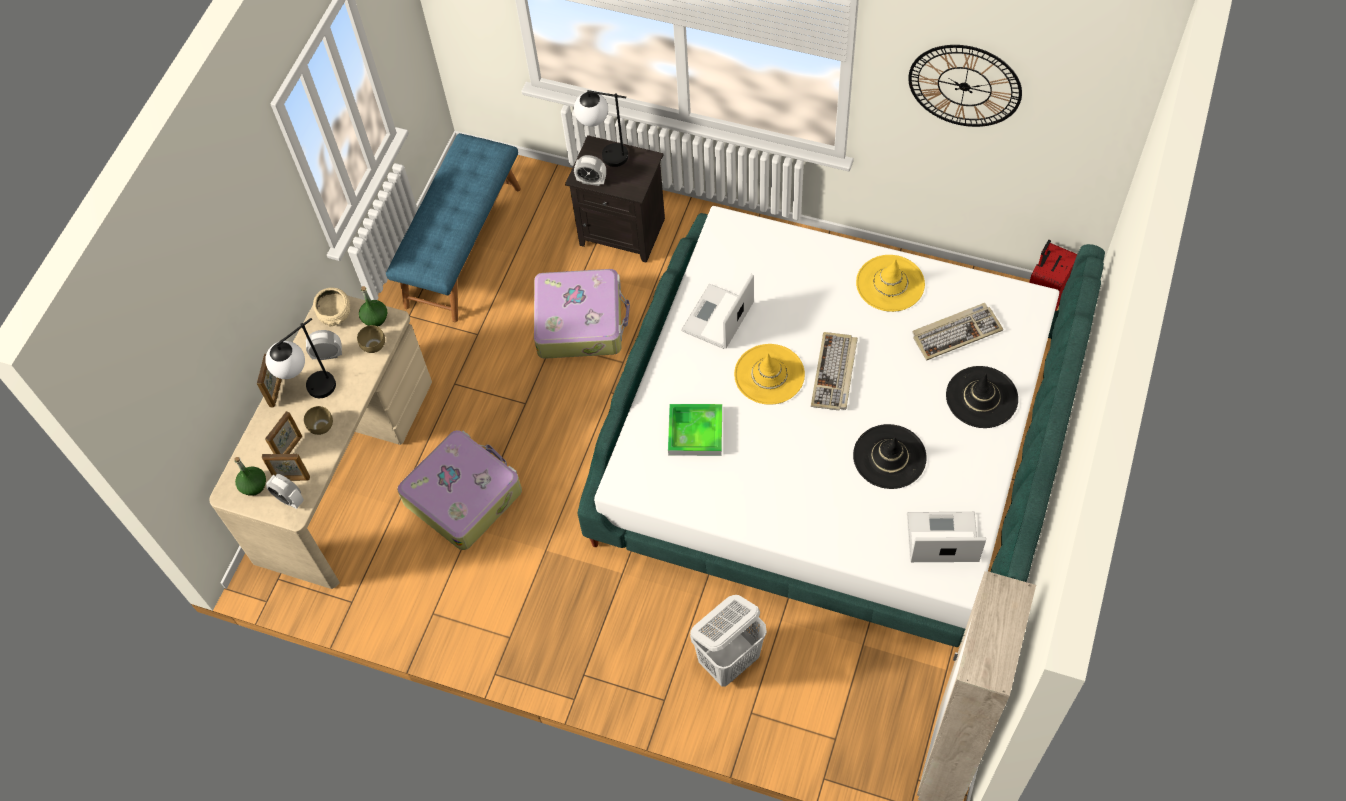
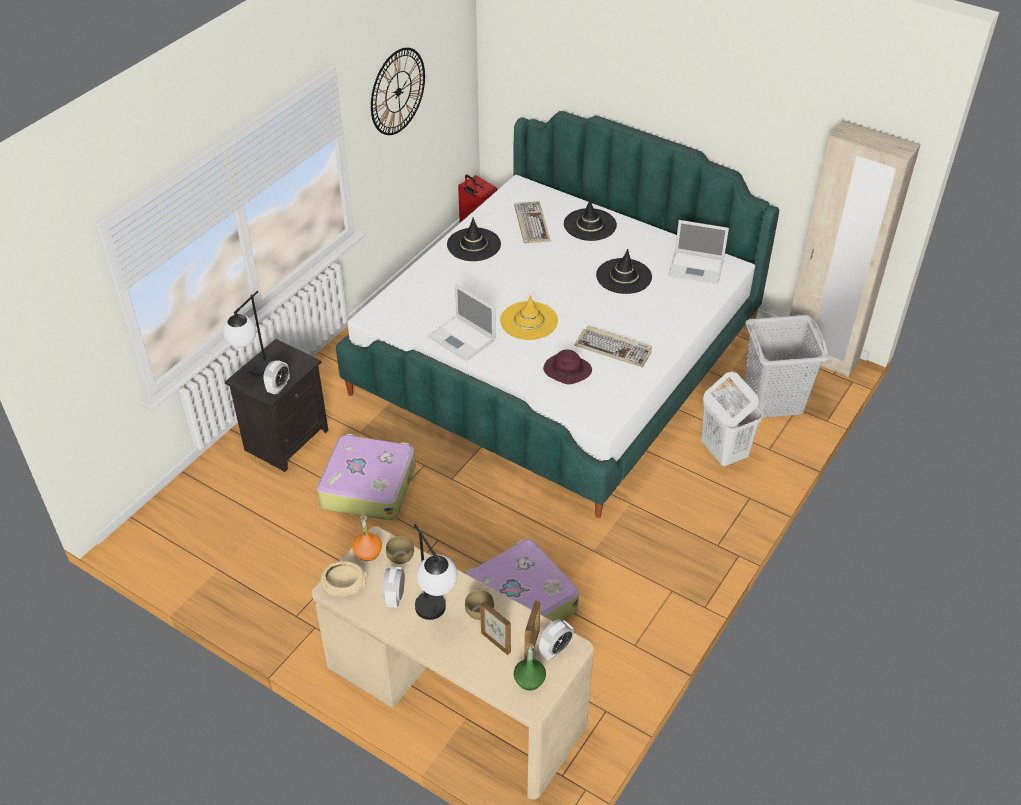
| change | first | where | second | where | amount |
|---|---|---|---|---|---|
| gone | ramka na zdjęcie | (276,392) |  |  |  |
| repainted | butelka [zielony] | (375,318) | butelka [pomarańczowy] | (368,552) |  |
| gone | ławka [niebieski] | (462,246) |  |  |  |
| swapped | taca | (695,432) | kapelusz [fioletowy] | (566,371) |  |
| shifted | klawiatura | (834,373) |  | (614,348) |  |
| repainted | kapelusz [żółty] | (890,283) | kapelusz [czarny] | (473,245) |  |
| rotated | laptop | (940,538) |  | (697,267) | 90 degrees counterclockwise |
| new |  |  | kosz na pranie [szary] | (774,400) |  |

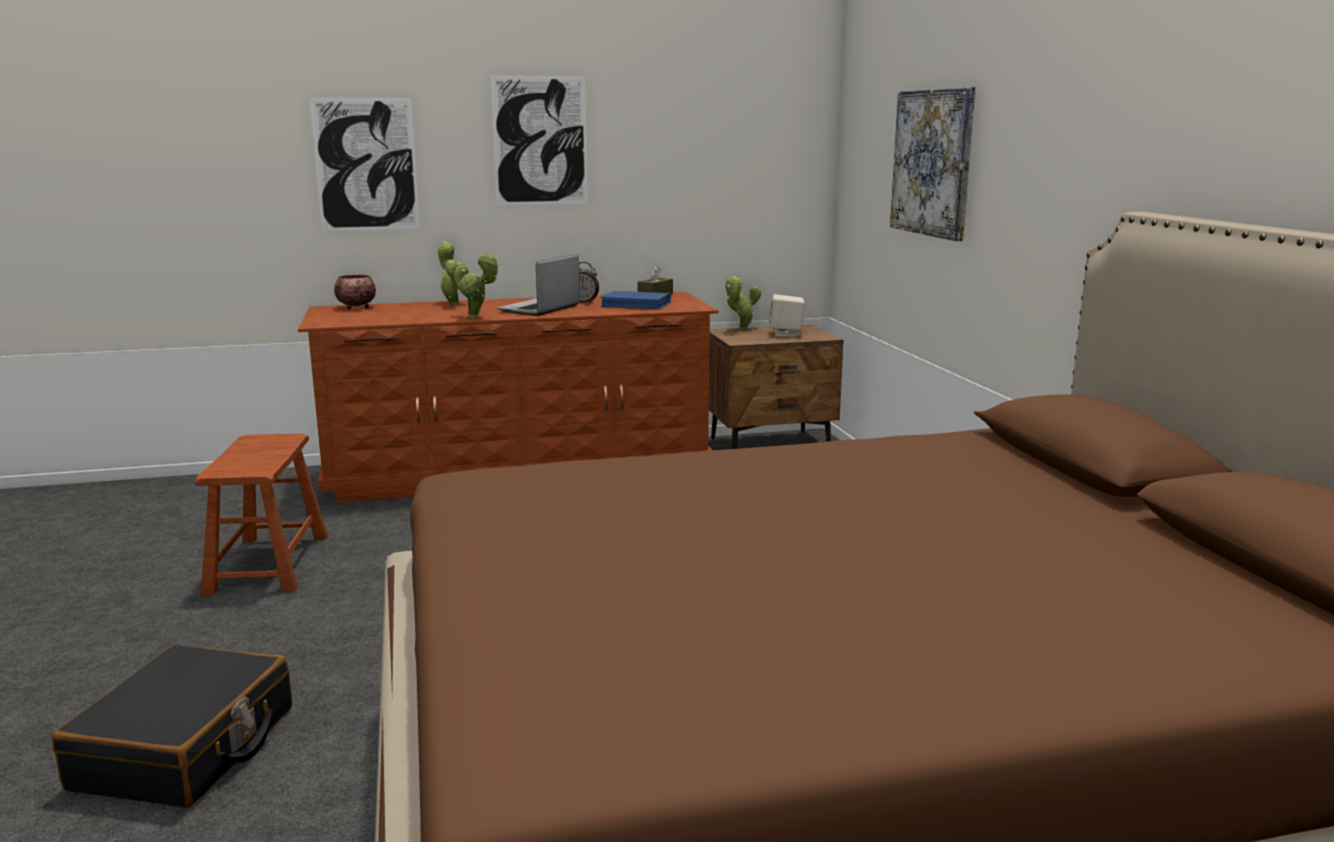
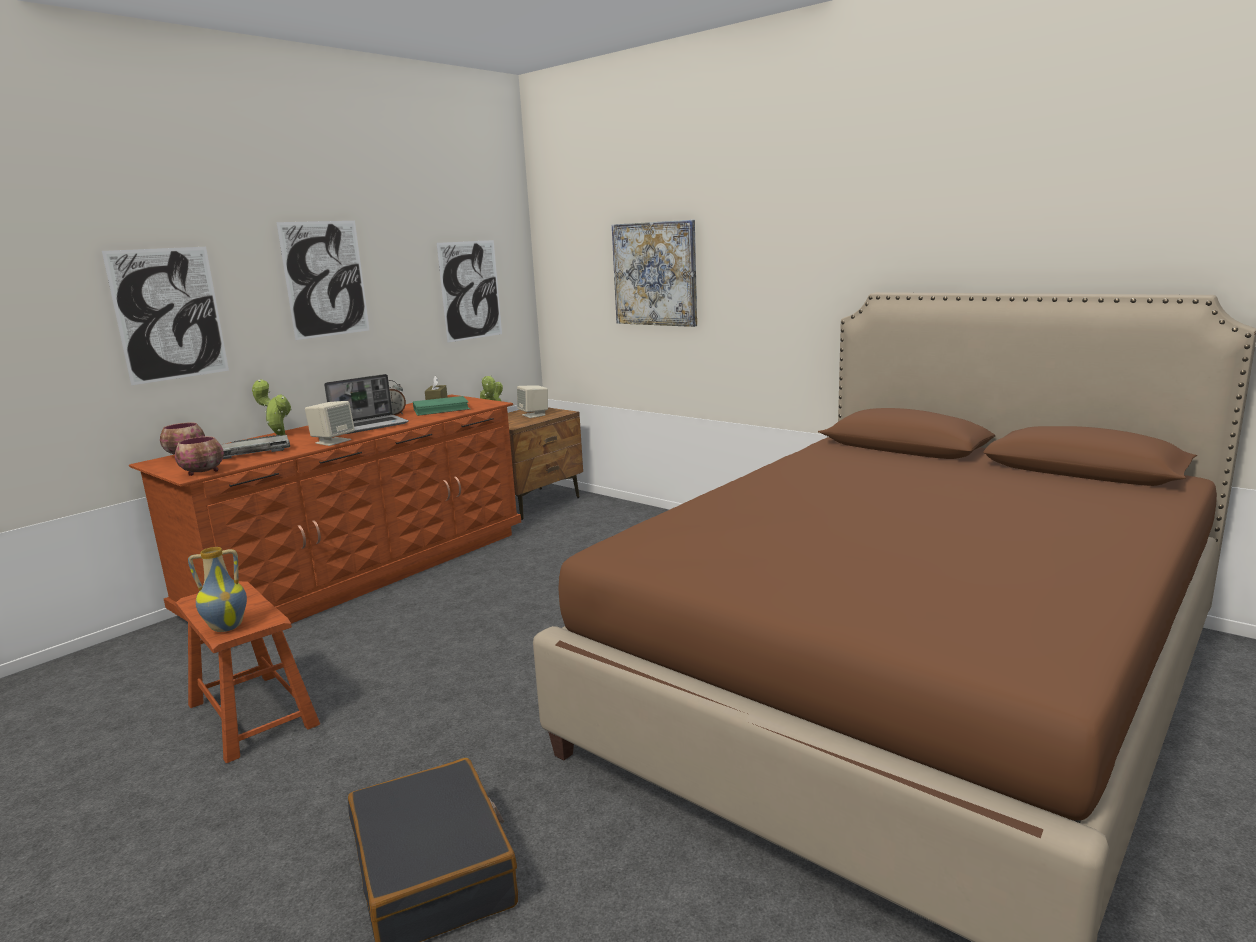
| change | first | where | second | where | amount |
|---|---|---|---|---|---|
| swapped | roślina doniczkowa | (476,317) | głośnik [beżowy] | (333,441) |  |
| rotated | laptop | (539,309) |  | (370,426) | 120 degrees counterclockwise |
| repainted | książka [niebieski] | (636,304) | książka [zielony] | (441,409) |  |
| new |  |  | miska | (204,472) |  |
| new |  |  | wazon | (227,627) |  |
| new |  |  | klawiatura | (250,453) |  |
| new |  |  | obraz | (470,290) |  |

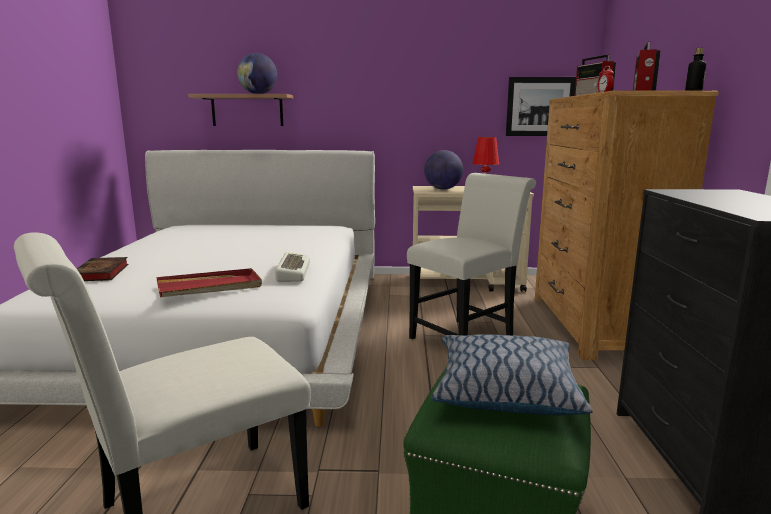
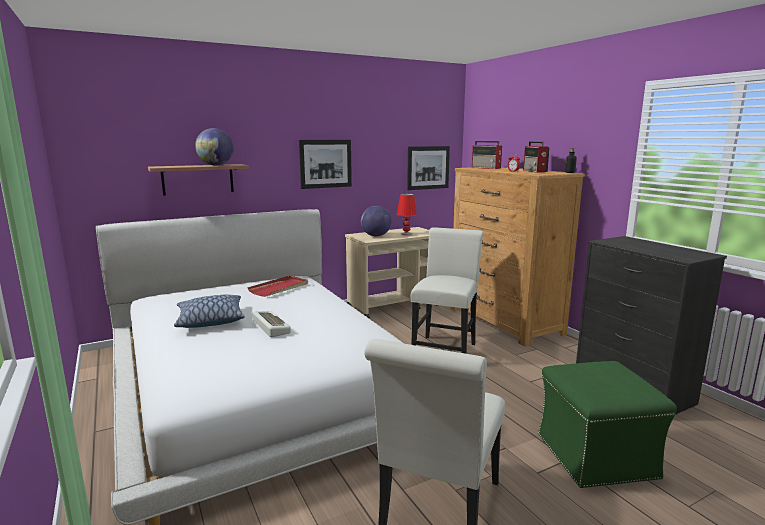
| change | first | where | second | where | amount |
|---|---|---|---|---|---|
| gone | książka | (101,273) |  |  |  |
| shifted | taca [czerwony] | (210,287) |  | (279,288) |  |
| shifted | klawiatura | (292,272) |  | (269,327) |  |
| shifted | poduszka | (504,390) |  | (210,320) |  |
| new |  |  | obraz | (325,163) |  |

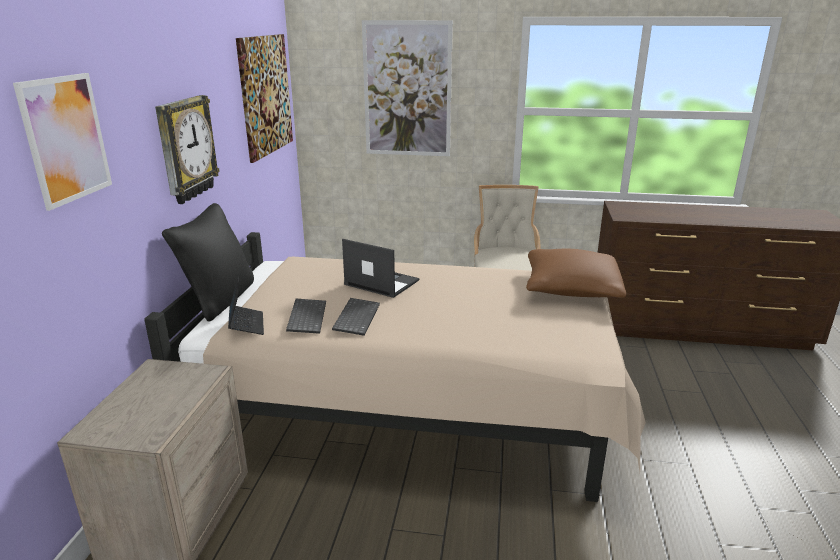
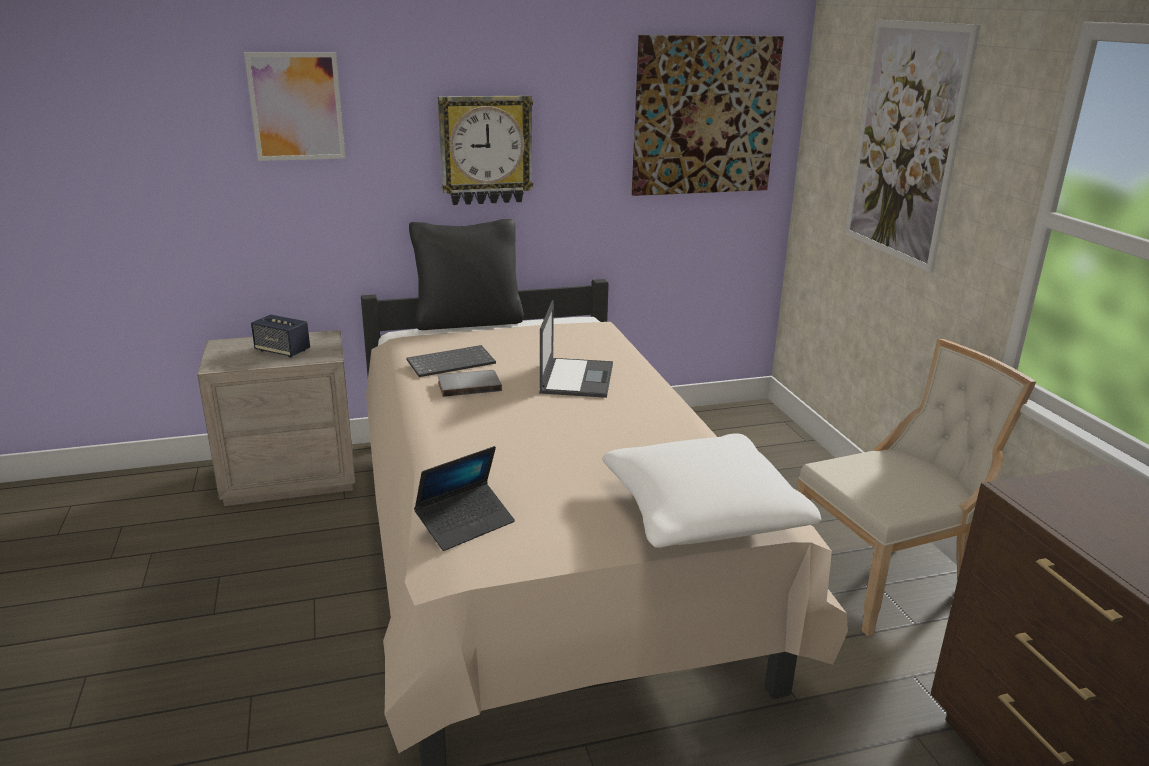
| change | first | where | second | where | amount |
|---|---|---|---|---|---|
| shifted | laptop | (246,325) |  | (465,524) |  |
| swapped | klawiatura | (356,317) | książka [szary] | (469,385) |  |
| repainted | poduszka [brązowy] | (571,288) | poduszka [biały] | (702,514) |  |
| new |  |  | głośnik | (282,351) |  |

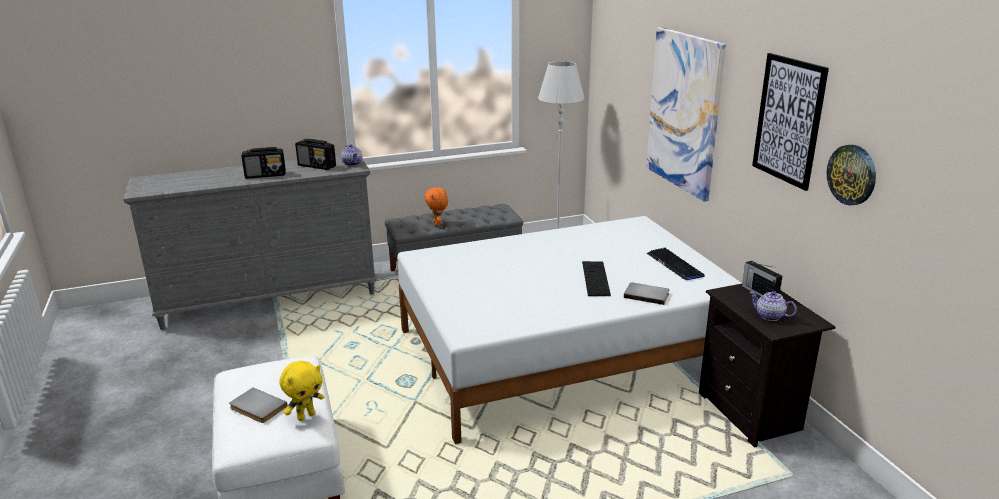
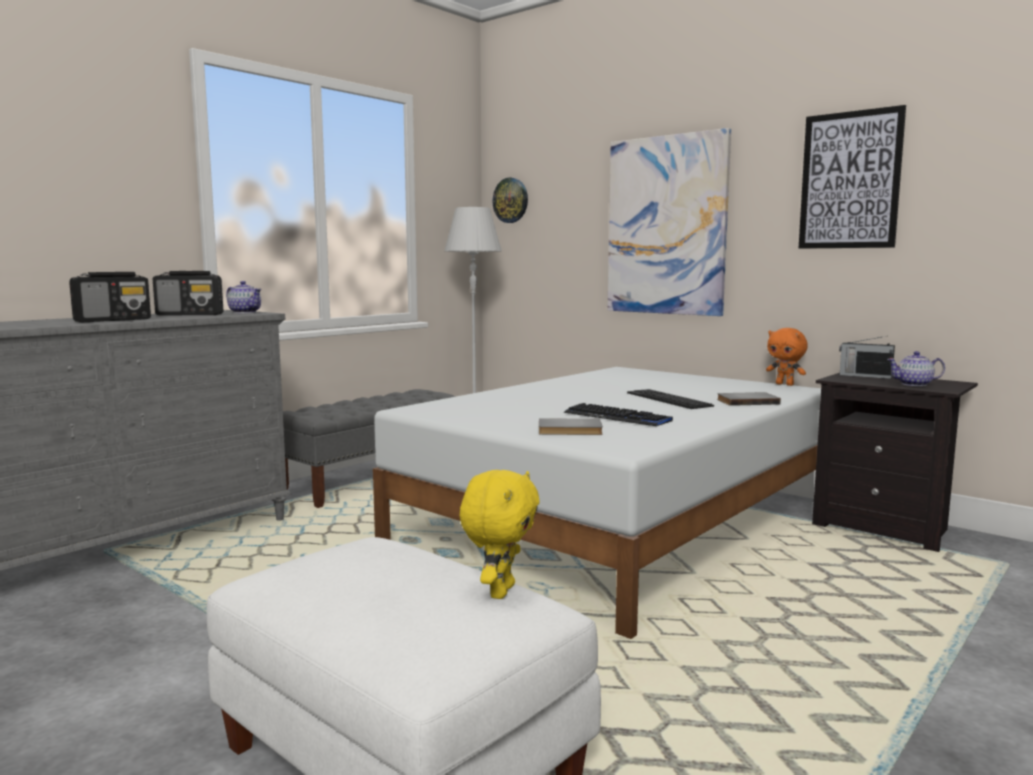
| change | first | where | second | where | amount |
|---|---|---|---|---|---|
| shifted | książka [szary] | (256,408) |  | (570,430) |  |
| shifted | pluszak [pomarańczowy] | (437,224) |  | (785,384) |  |
| shifted | klawiatura | (675,265) |  | (617,417) |  |
| shifted | zegar ścienny | (852,174) |  | (511,200) |  |

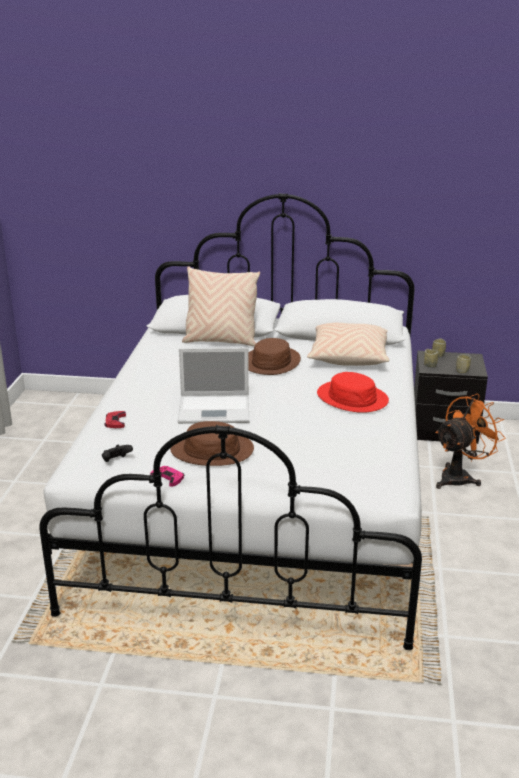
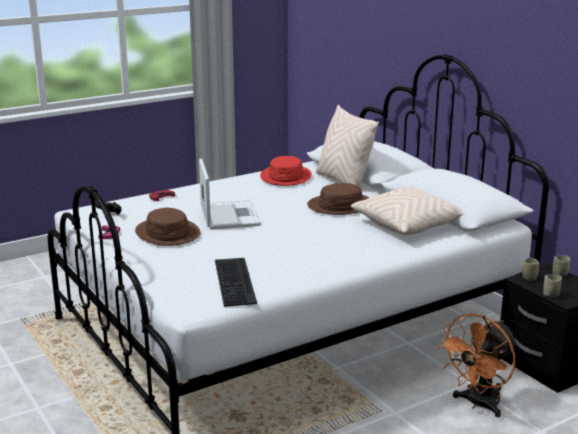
| change | first | where | second | where | amount |
|---|---|---|---|---|---|
| rotated | laptop | (216,409) |  | (229,215) | 150 degrees counterclockwise |
| shifted | kapelusz [czerwony] | (352,398) |  | (286,177) |  |
| rotated | wentylator [pomarańczowy] | (460,477) |  | (478,404) | 120 degrees clockwise |
| new |  |  | klawiatura | (237,281) |  |

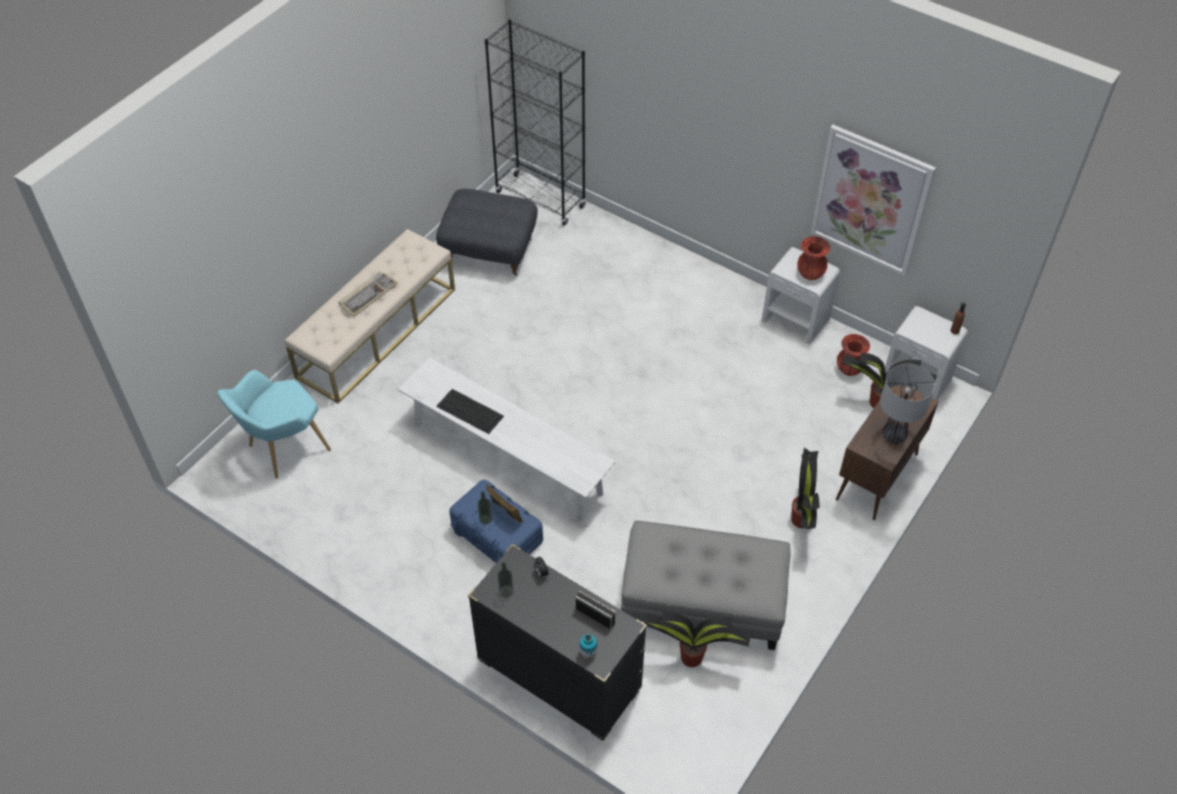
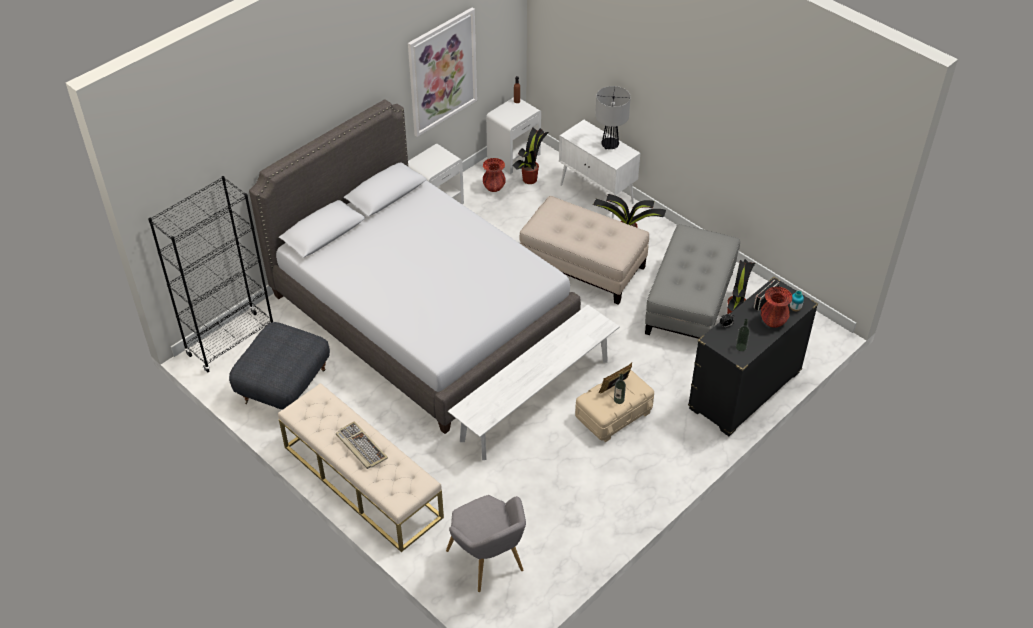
| change | first | where | second | where | amount |
|---|---|---|---|---|---|
| repainted | fotel [turkusowy] | (283,449) | fotel [szary] | (489,564) |  |
| gone | klawiatura | (470,411) |  |  |  |
| repainted | pojemnik do przechowywania [niebieski] | (497,536) | pojemnik do przechowywania [beżowy] | (613,414) |  |
| shifted | wazon [czerwony] | (810,273) |  | (773,321) |  |
| repainted | szafka [brązowy] | (876,477) | szafka [biały] | (597,194) |  |
| new |  |  | łóżko [szary] | (422,314) |  |
| new |  |  | pufa [beżowy] | (583,265) |  |

